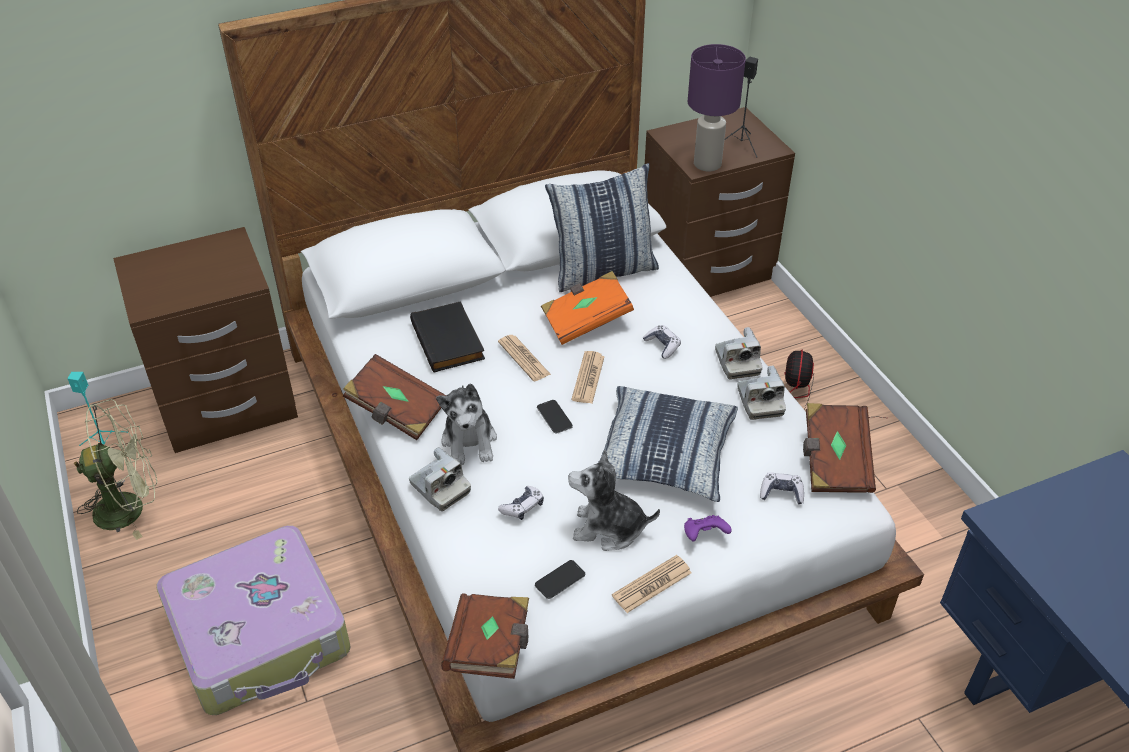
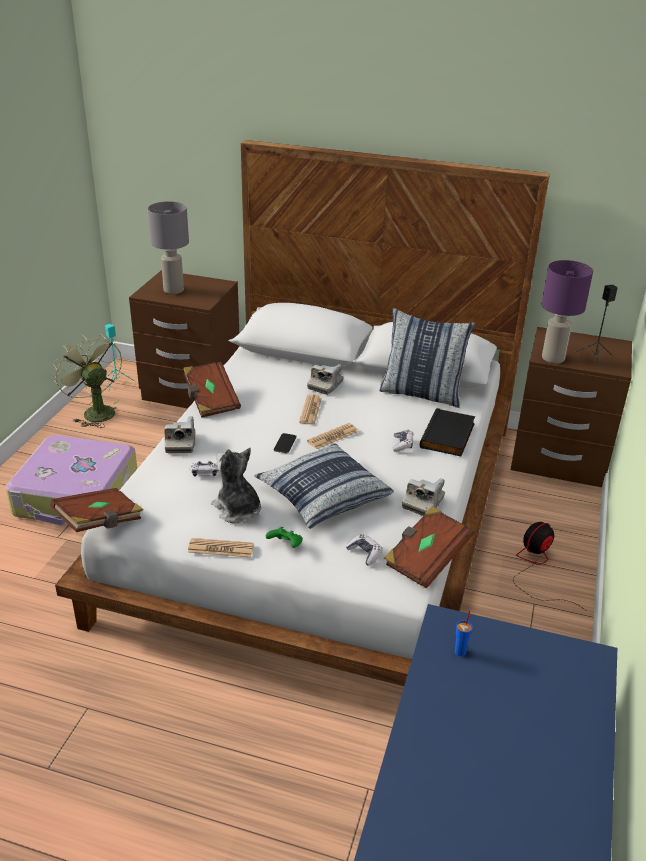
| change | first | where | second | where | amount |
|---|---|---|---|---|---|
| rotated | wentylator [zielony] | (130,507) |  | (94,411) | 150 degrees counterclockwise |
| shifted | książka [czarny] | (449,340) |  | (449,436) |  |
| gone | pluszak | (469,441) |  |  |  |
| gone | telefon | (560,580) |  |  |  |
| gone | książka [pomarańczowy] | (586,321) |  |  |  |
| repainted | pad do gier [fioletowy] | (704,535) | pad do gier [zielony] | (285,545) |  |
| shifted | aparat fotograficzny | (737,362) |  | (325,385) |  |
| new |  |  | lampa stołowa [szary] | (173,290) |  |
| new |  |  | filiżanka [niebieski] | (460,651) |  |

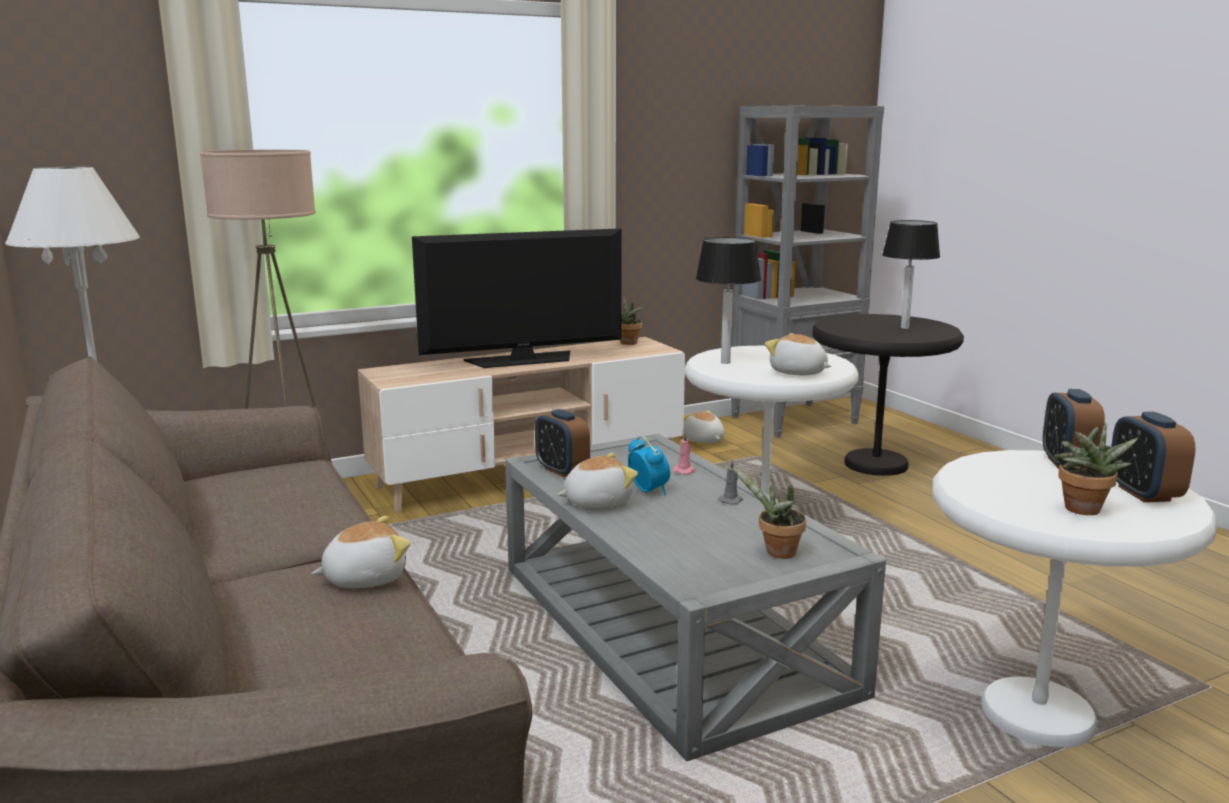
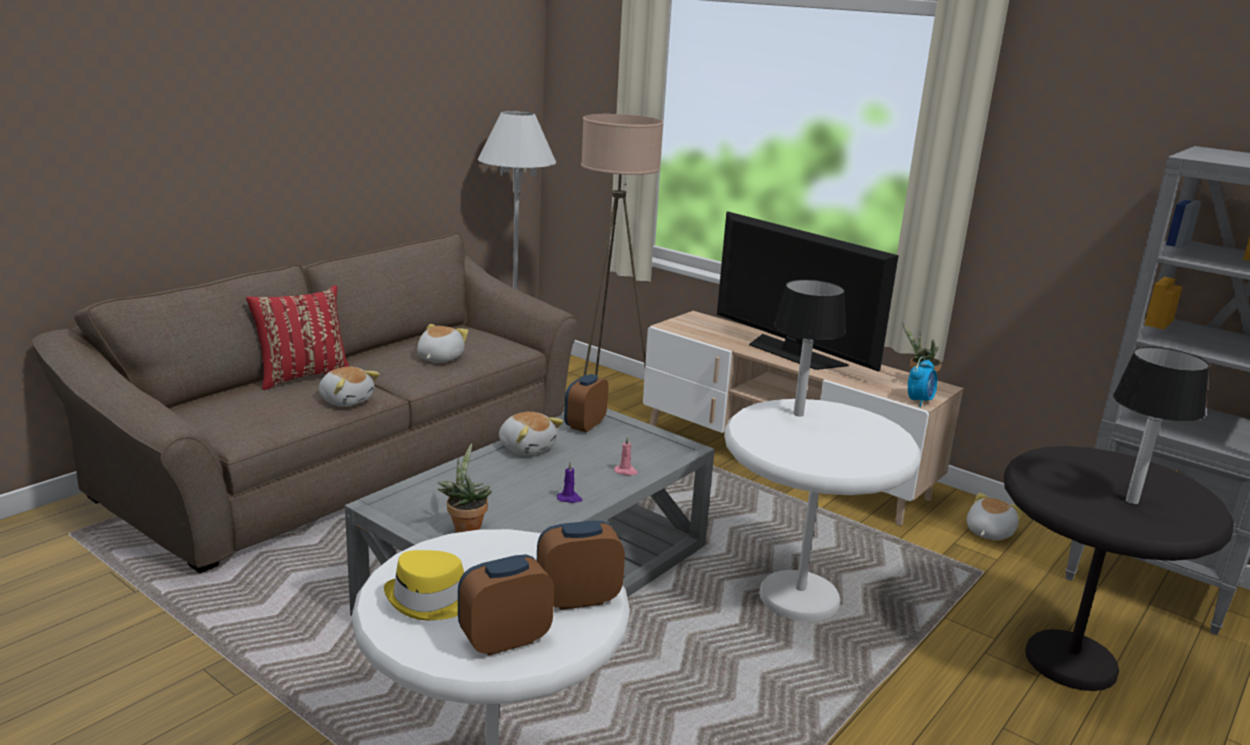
| change | first | where | second | where | amount |
|---|---|---|---|---|---|
| shifted | budzik | (648,490) |  | (919,401) |  |
| repainted | świeca [szary] | (731,500) | świeca [fioletowy] | (569,499) |  |
| shifted | pluszak | (798,373) |  | (439,358) |  |
| swapped | roślina doniczkowa | (1083,511) | kapelusz [żółty] | (432,600) |  |
| new |  |  | poduszka [czerwony] | (302,376) |  |

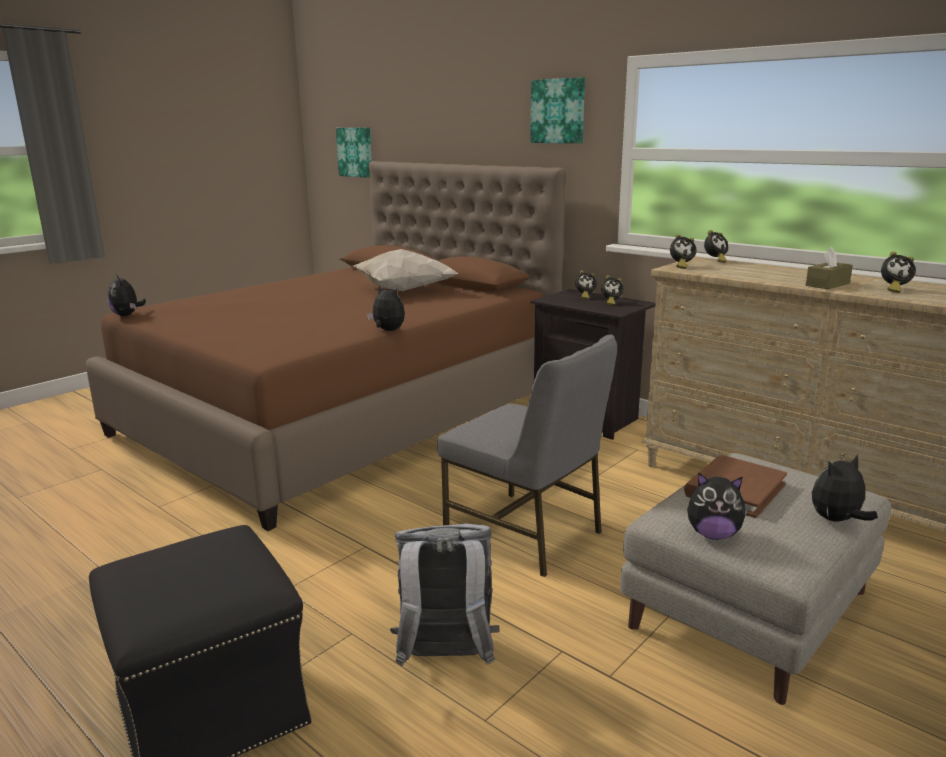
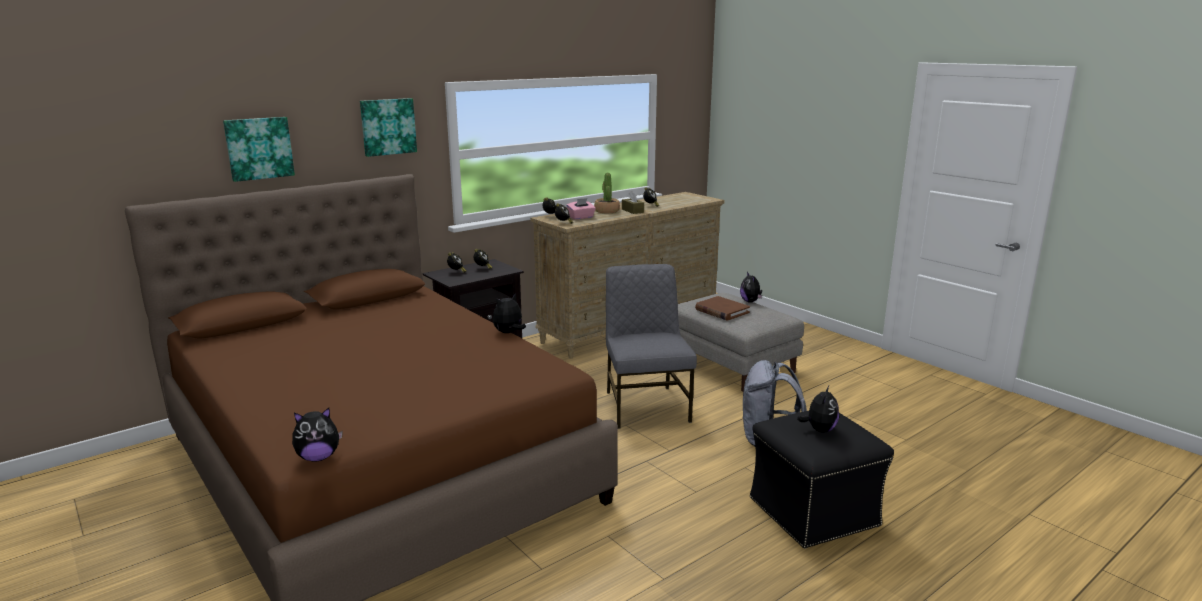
| change | first | where | second | where | amount |
|---|---|---|---|---|---|
| shifted | obraz | (356,152) |  | (259,148) |  |
| gone | poduszka [biały] | (402,290) |  |  |  |
| rotated | krzesło [szary] | (526,534) |  | (645,406) | 60 degrees counterclockwise |
| shifted | pluszak | (713,534) |  | (819,430) |  |
| new |  |  | pudełko chusteczek [różowy] | (581,217) |  |
| new |  |  | roślina doniczkowa | (606,211) |  |

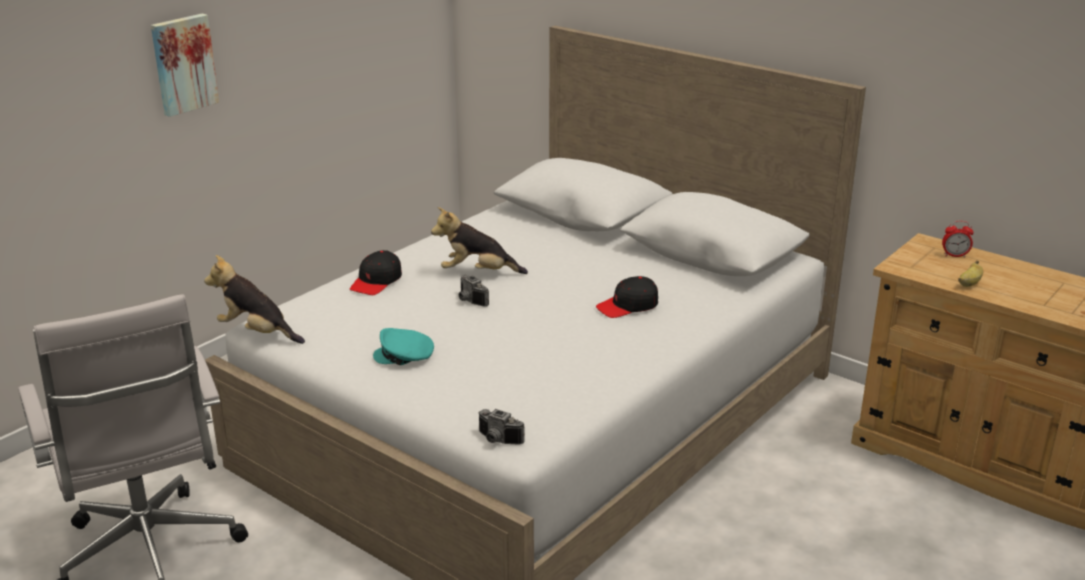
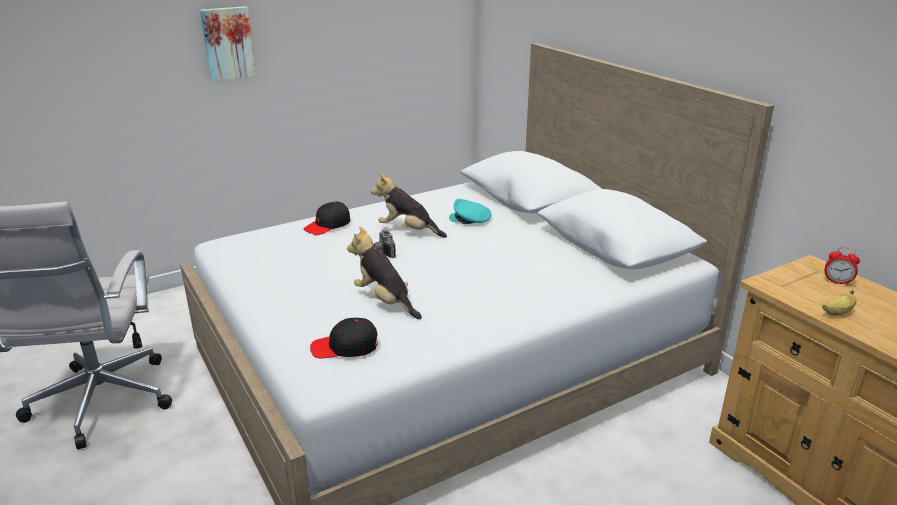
| change | first | where | second | where | amount |
|---|---|---|---|---|---|
| shifted | pluszak | (257,333) |  | (385,301) |  |
| shifted | czapka z daszkiem [turkusowy] | (404,356) |  | (470,220) |  |
| gone | aparat fotograficzny | (497,440) |  |  |  |
| shifted | czapka z daszkiem [czarny] | (628,306) |  | (345,347) |  |

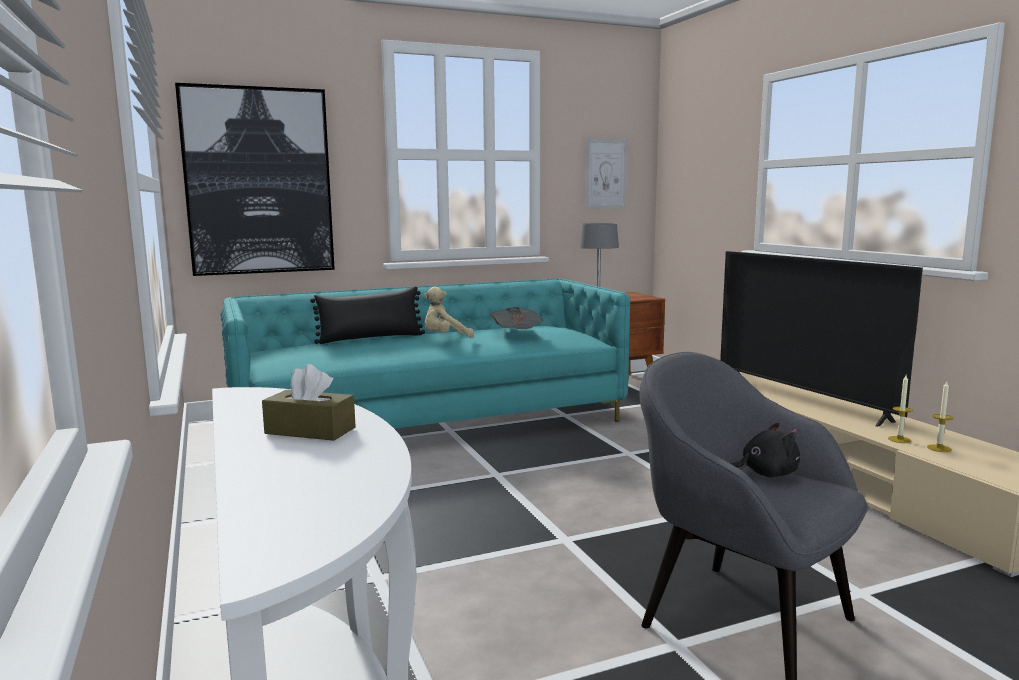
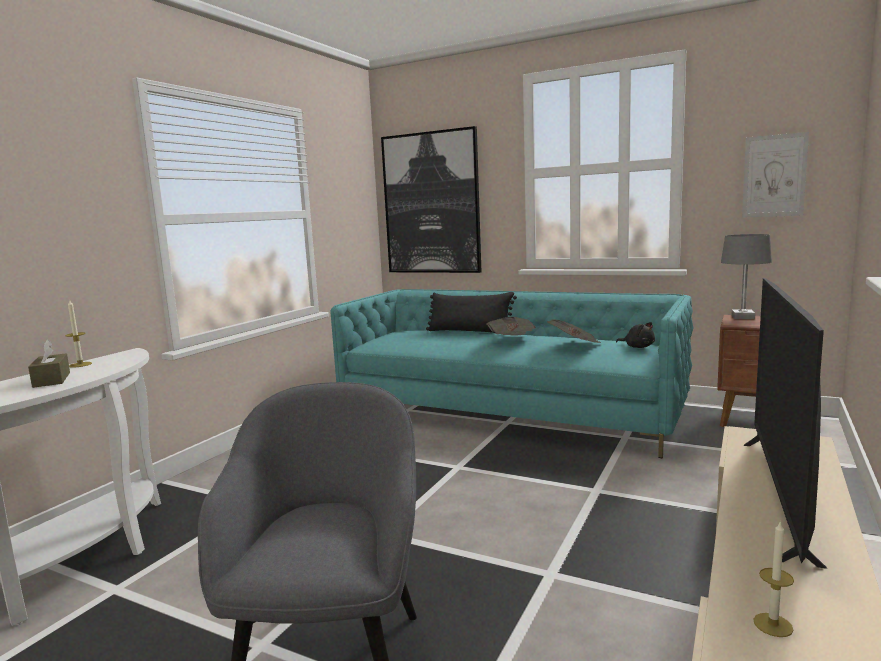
| change | first | where | second | where | amount |
|---|---|---|---|---|---|
| swapped | pluszak [beżowy] | (445,338) | gazeta | (511,340) |  |
| shifted | pluszak [czarny] | (765,474) |  | (638,347) |  |
| shifted | świeca | (899,439) |  | (80,364) |  |

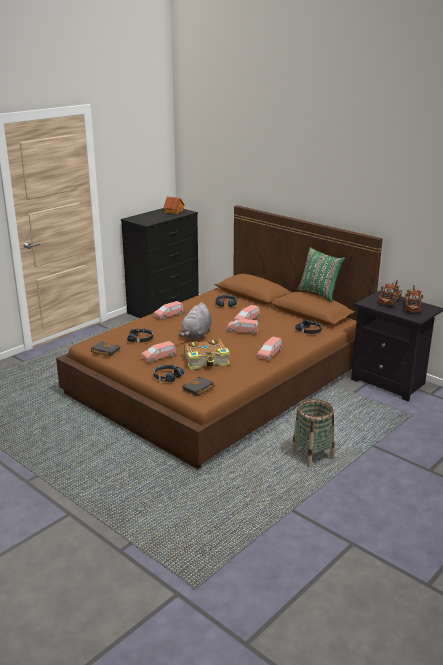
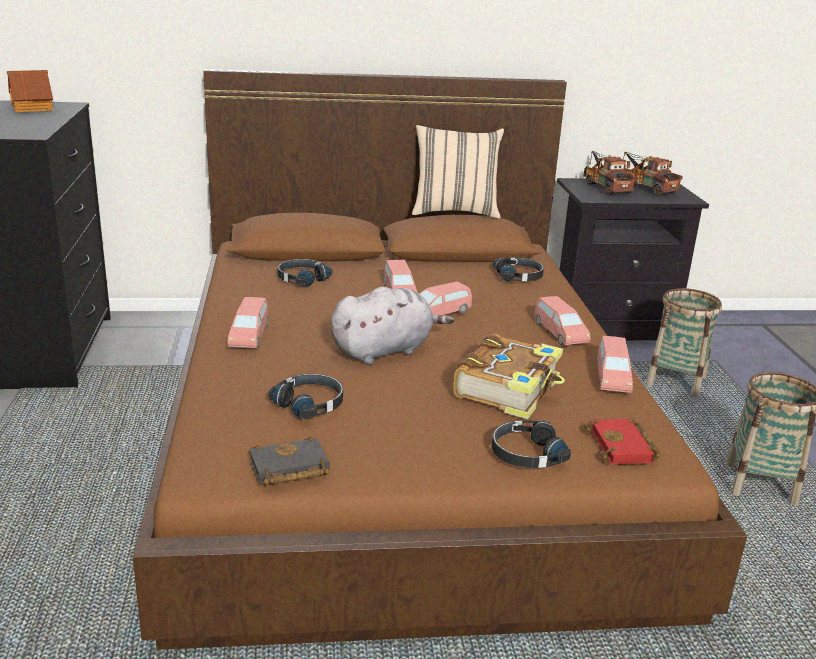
| change | first | where | second | where | amount |
|---|---|---|---|---|---|
| shifted | samochodzik [różowy] | (159,357) |  | (612,377) |  |
| rotated | pluszak [szary] | (196,335) |  | (385,350) | 90 degrees counterclockwise |
| repainted | książka [czarny] | (198,389) | książka [czerwony] | (623,448) |  |
| repainted | poduszka [zielony] | (319,294) | poduszka [beżowy] | (455,212) |  |
| new |  |  | koszyk | (676,381) |  |

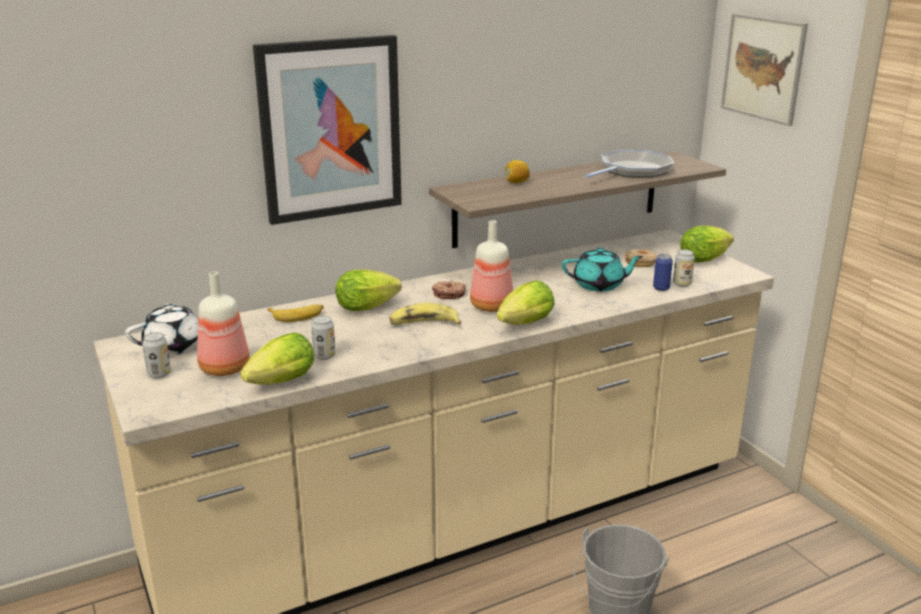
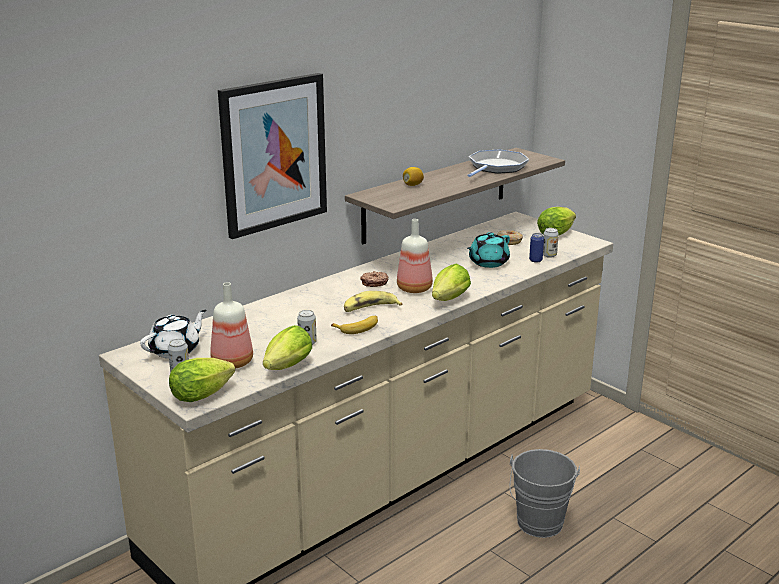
| change | first | where | second | where | amount |
|---|---|---|---|---|---|
| shifted | banan | (297,316) |  | (358,328) |  |
| shifted | sałata | (370,307) |  | (205,394) |  |
| rotated | imbryk [turkusowy] | (599,285) |  | (488,263) | 150 degrees clockwise |
| gone | obraz | (763,68) |  |  |  |

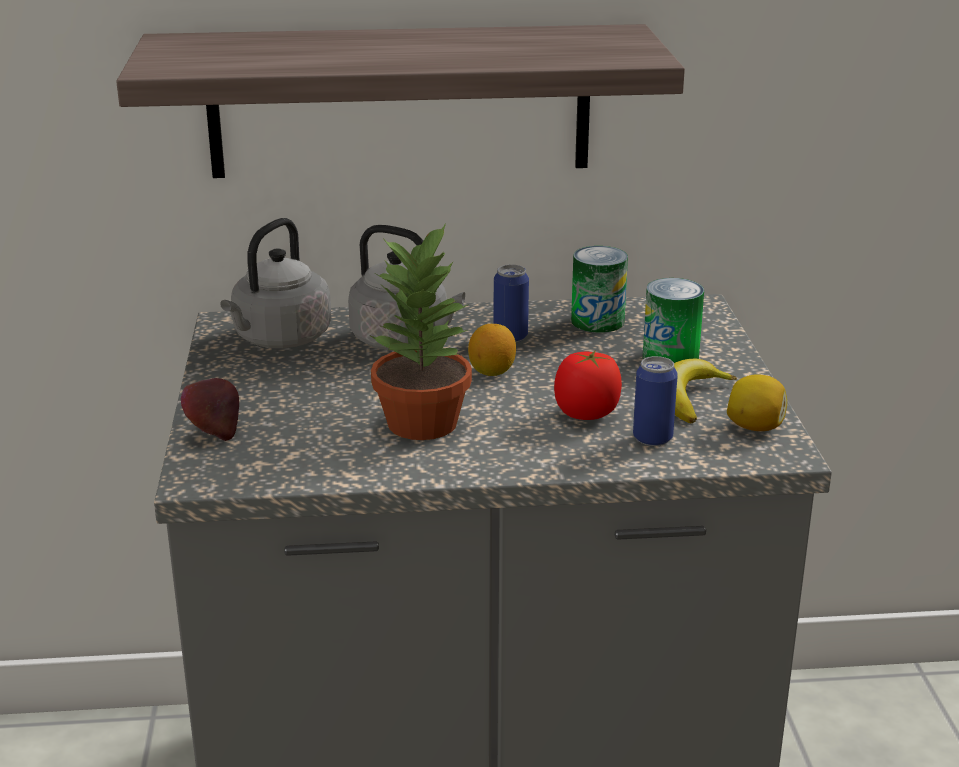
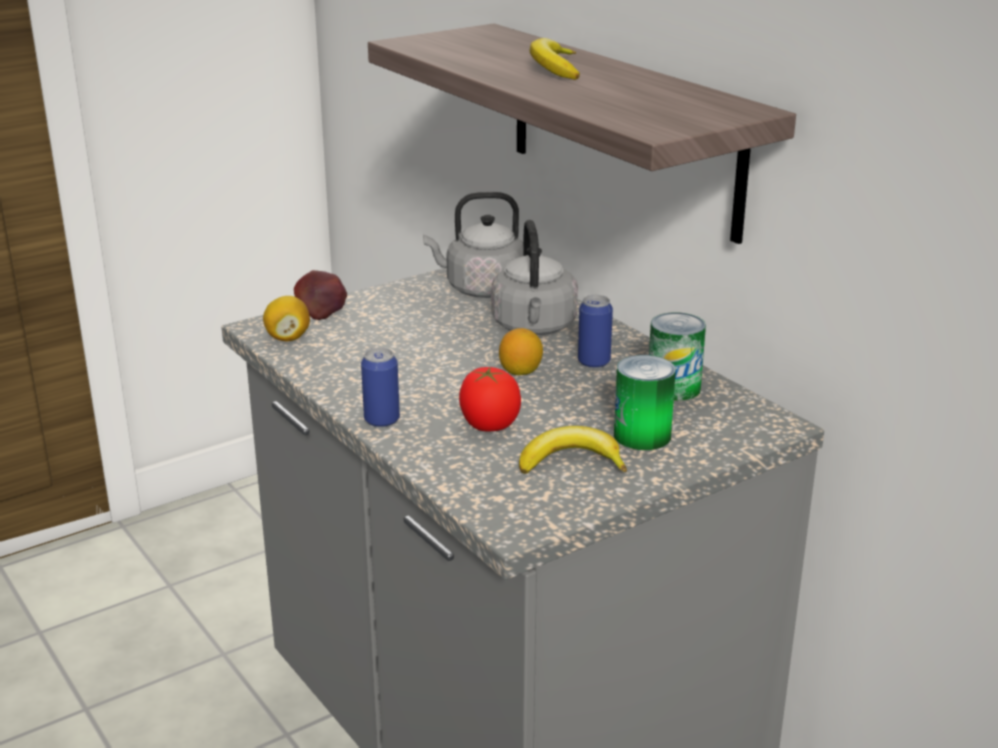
| change | first | where | second | where | amount |
|---|---|---|---|---|---|
| gone | roślina doniczkowa | (424,423) |  |  |  |
| shifted | puszka | (652,438) |  | (382,420) |  |
| shifted | cytryna | (755,427) |  | (288,338) |  |
| new |  |  | banan | (554,69) |  |

